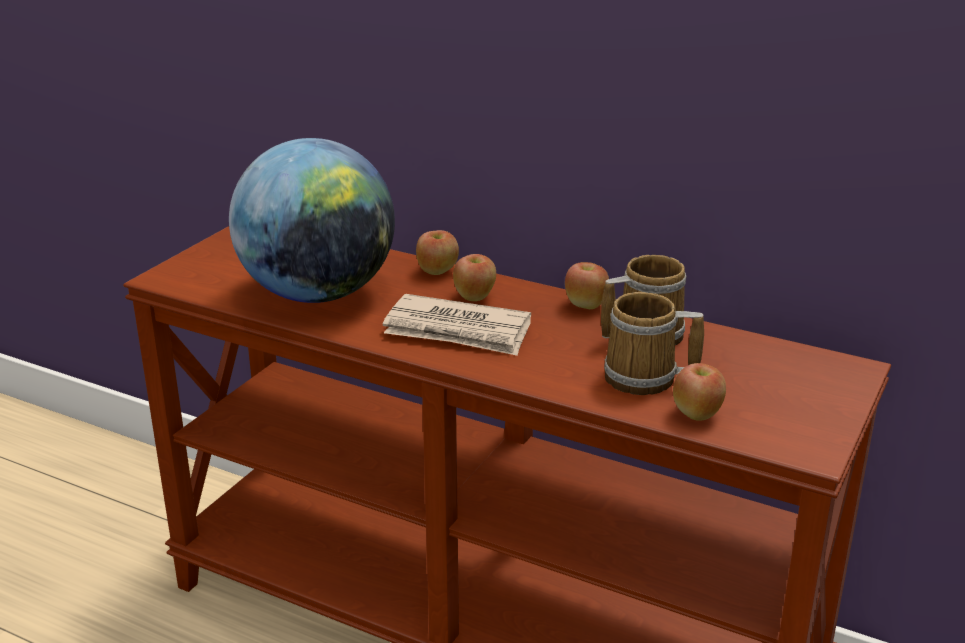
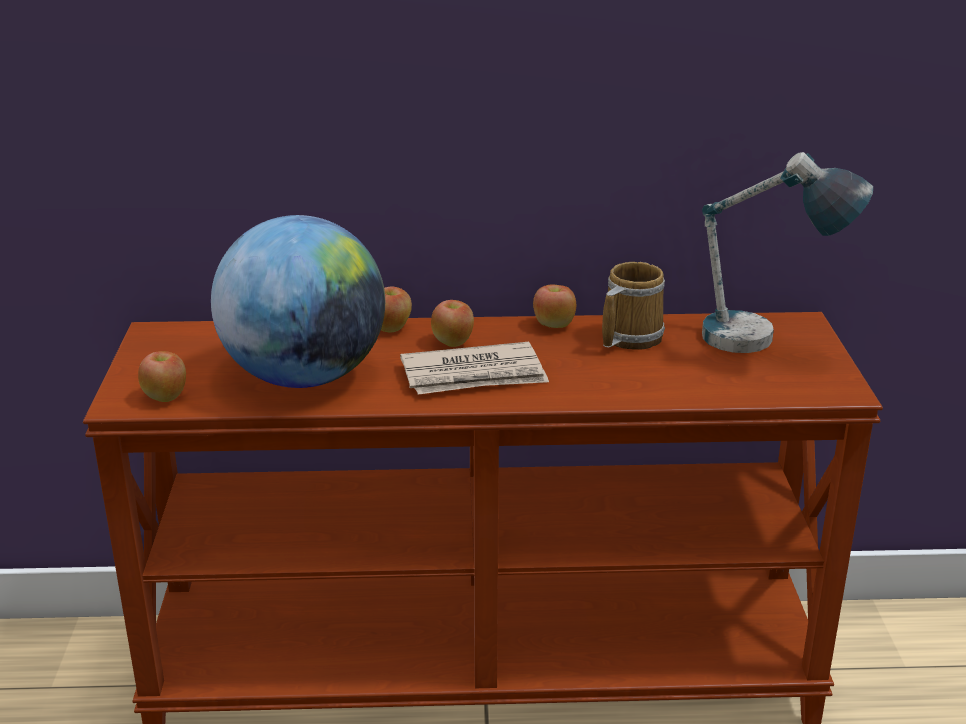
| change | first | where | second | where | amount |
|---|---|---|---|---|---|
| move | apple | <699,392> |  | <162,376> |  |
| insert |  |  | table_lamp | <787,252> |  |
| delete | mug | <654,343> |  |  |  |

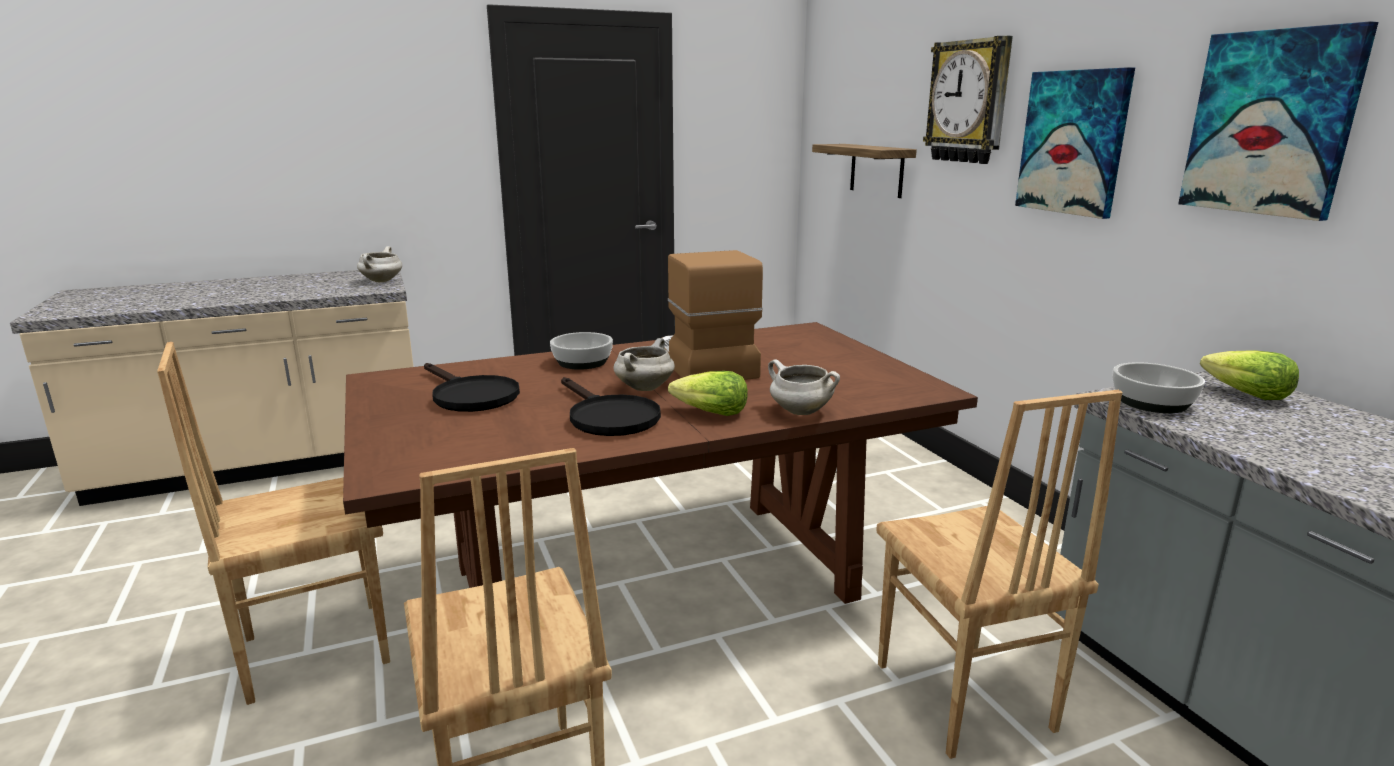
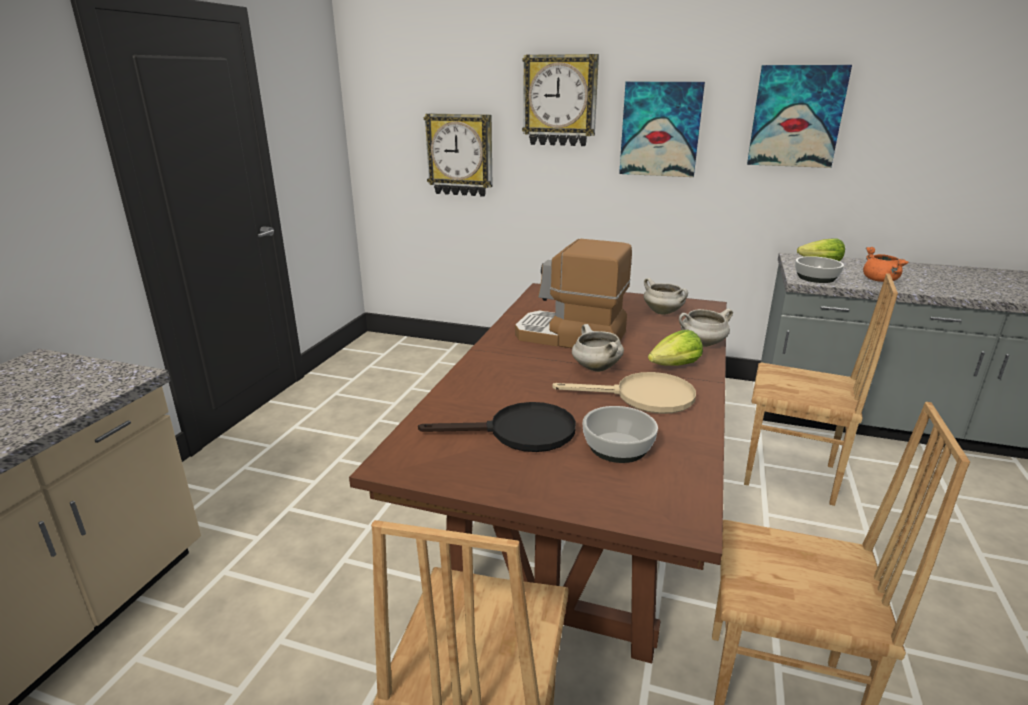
| change | first | where | second | where | amount |
|---|---|---|---|---|---|
| replace | shelf | <864,171> | wall_clock | <458,155> |  |
| recolor | black_frying_pan | <611,406> | beige_frying_pan | <624,393> |  |
| move | bowl | <581,351> |  | <620,434> |  |
| move | white_cooking_pot | <379,264> |  | <666,296> |  |
| insert |  |  | orange_cooking_pot | <886,264> |  |

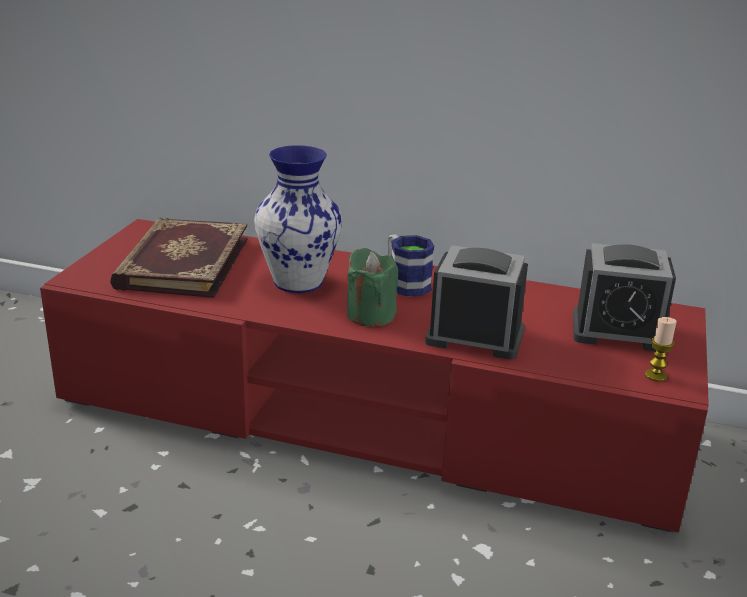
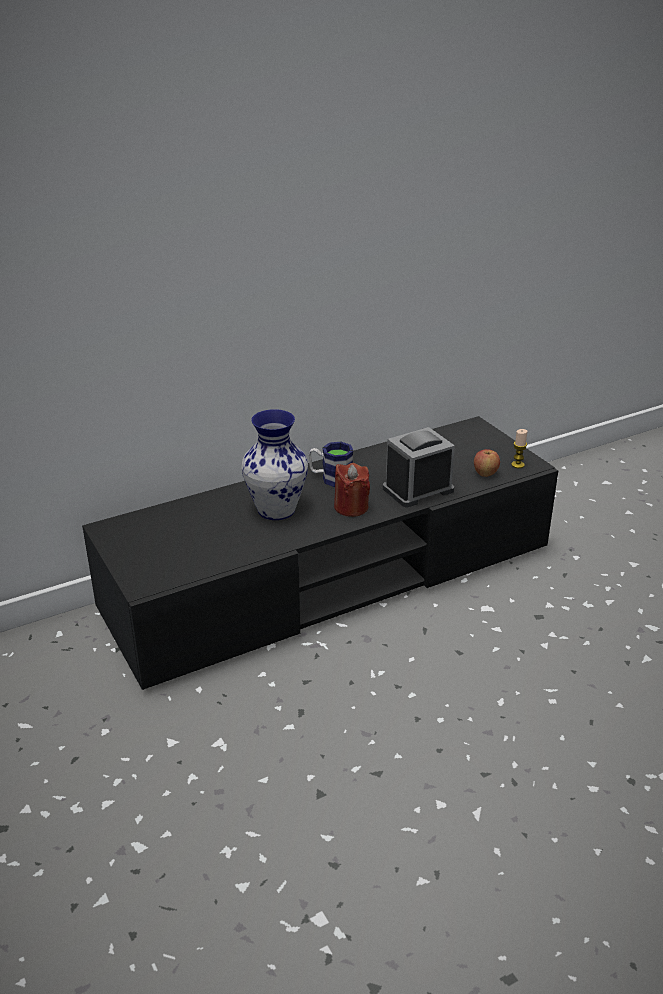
| change | first | where | second | where | amount |
|---|---|---|---|---|---|
| recolor | red_tv_stand | <374,376> | black_tv_stand | <320,553> |  |
| recolor | green_candle | <372,287> | red_candle | <352,490> |  |
| insert |  |  | apple | <487,463> |  |
| delete | book | <179,258> |  |  |  |
| delete | alarm_clock | <624,297> |  |  |  |

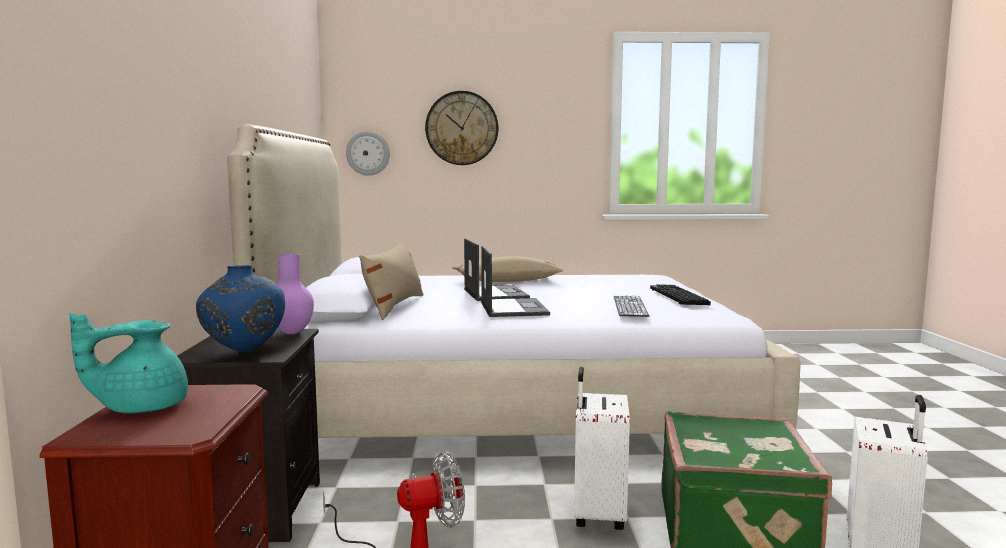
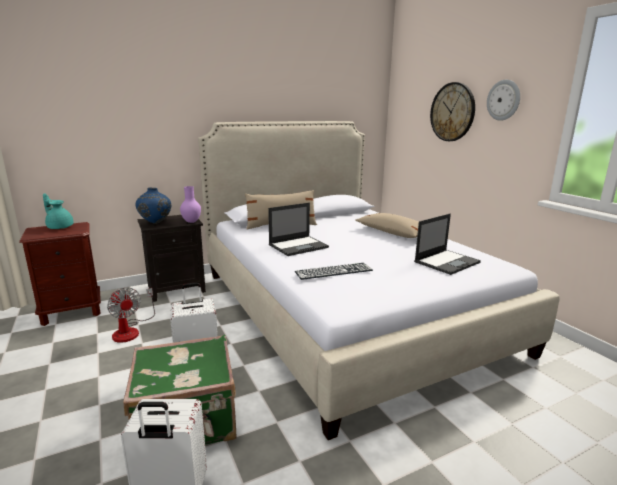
| change | first | where | second | where | amount |
|---|---|---|---|---|---|
| move | laptop | <497,269> |  | <447,244> |  |
| move | wall_clock | <368,153> |  | <503,100> |  |
| delete | keyboard | <680,294> |  |  |  |

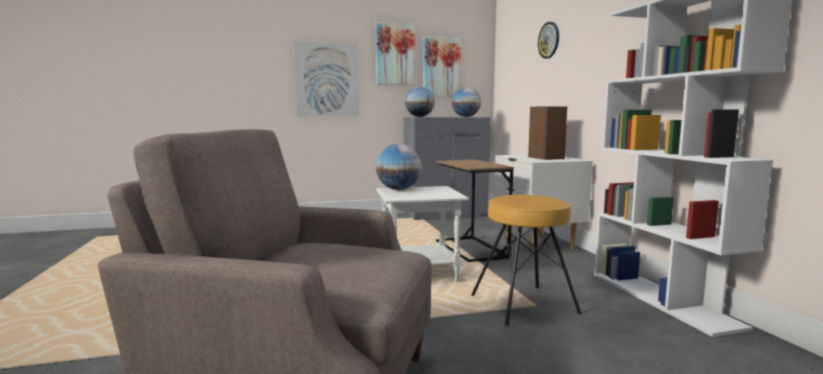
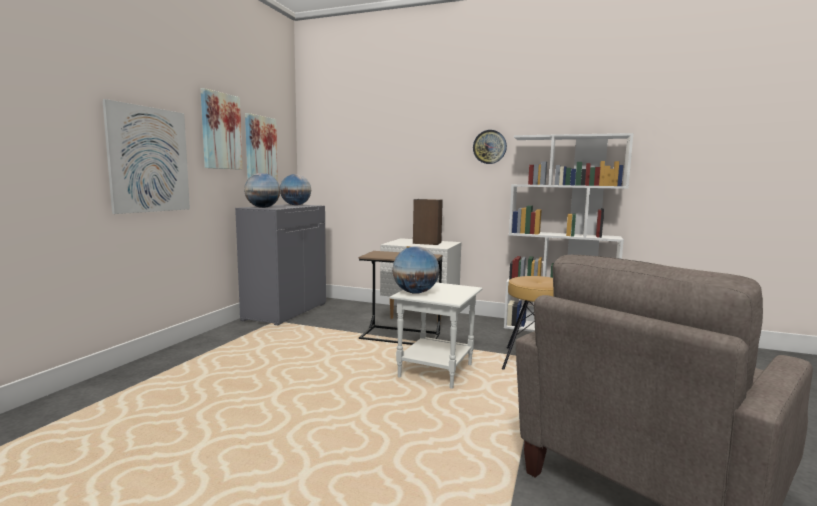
| change | first | where | second | where | amount |
|---|---|---|---|---|---|
| move | wall_clock | <548,40> |  | <490,147> |  |

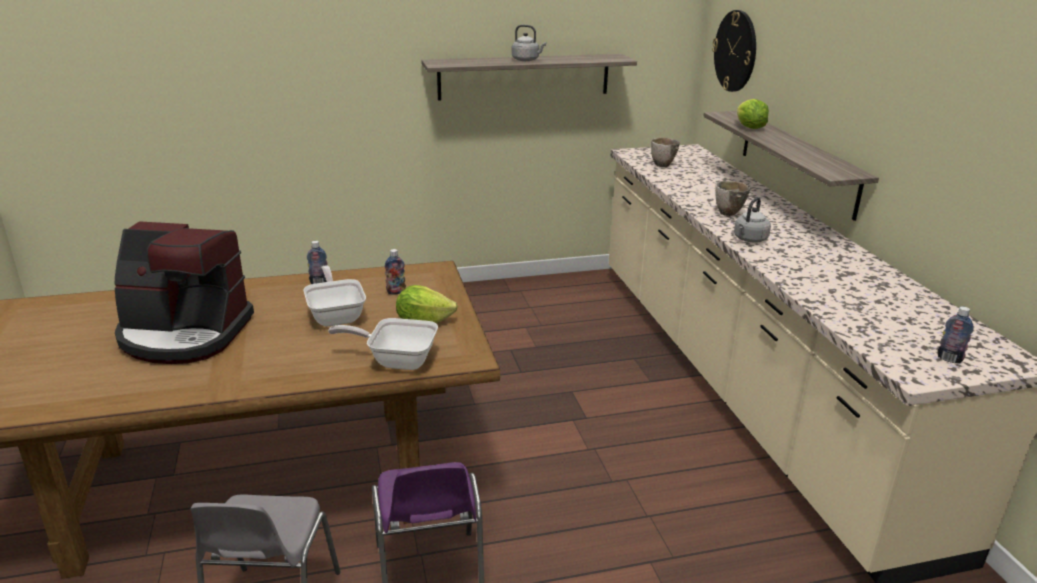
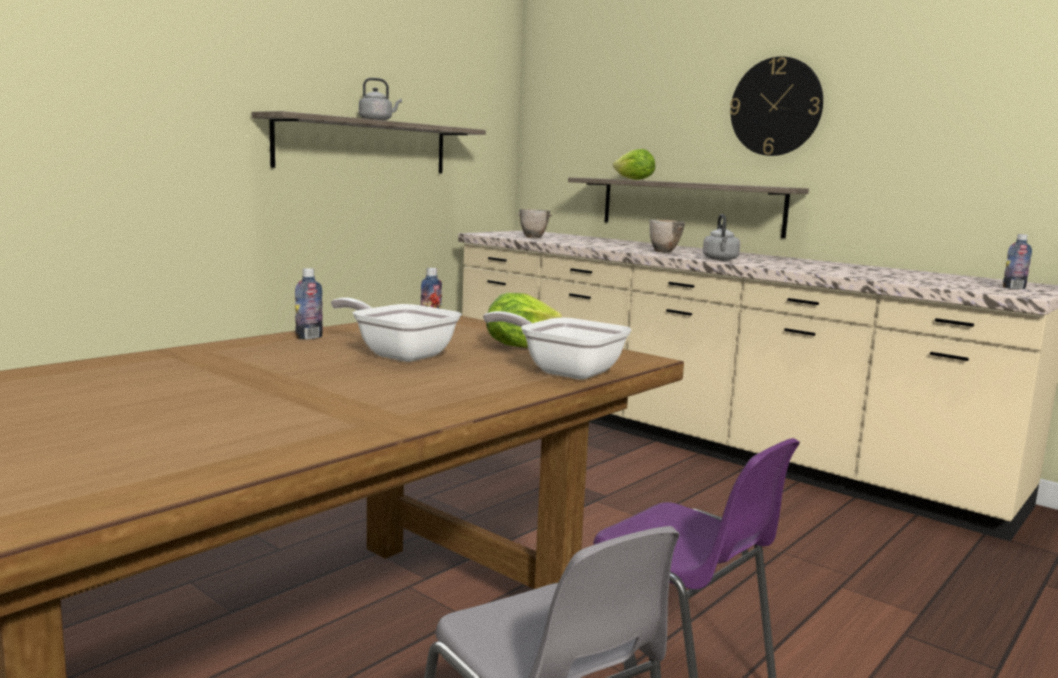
| change | first | where | second | where | amount |
|---|---|---|---|---|---|
| rotate | frying_pan | <383,344> |  | <557,345> | 60 degrees clockwise |
| move | wall_clock | <734,51> |  | <776,106> |  |
| delete | coffee_machine | <184,292> |  |  |  |

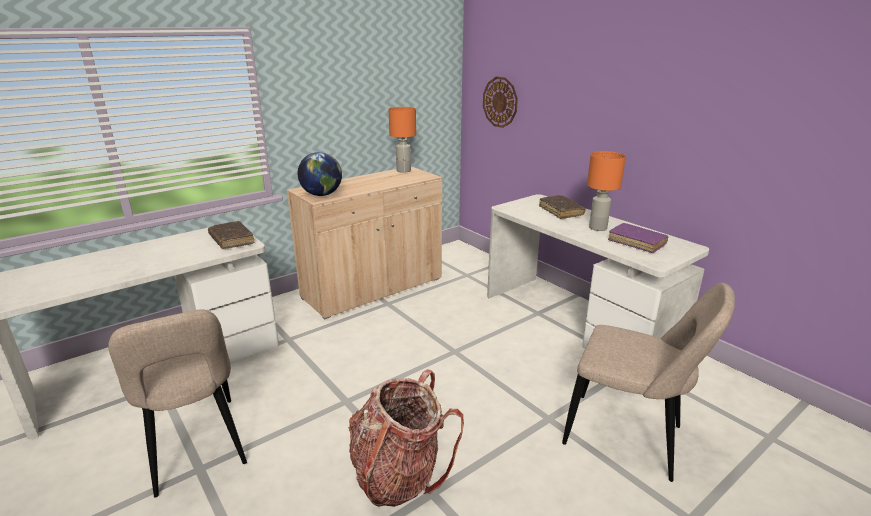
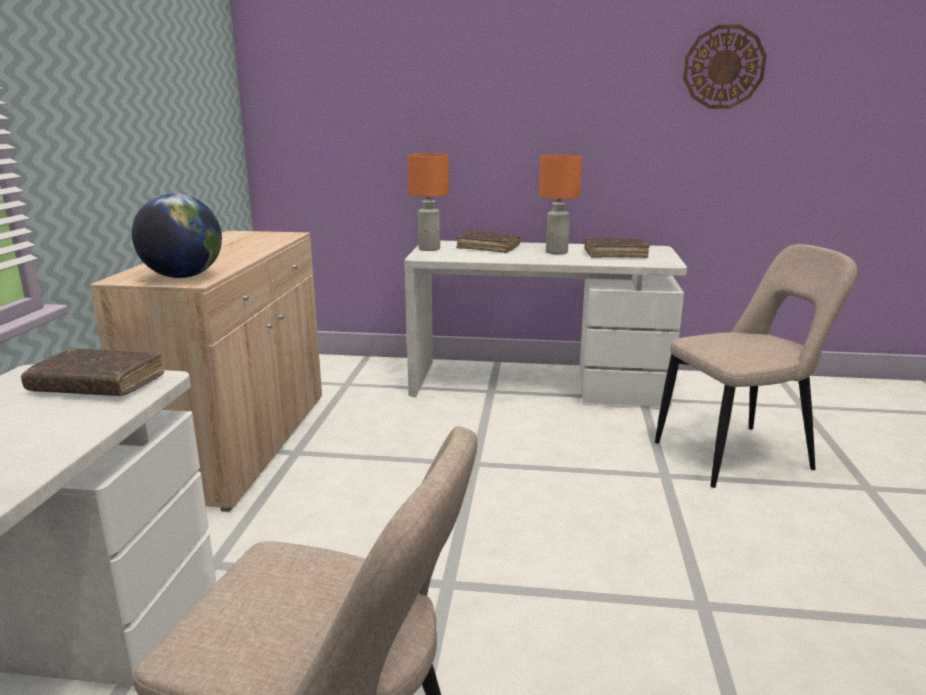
| change | first | where | second | where | amount |
|---|---|---|---|---|---|
| move | orange_table_lamp | <402,140> |  | <428,202> |  |
| recolor | purple_book | <638,238> | brown_book | <617,247> |  |
| move | wall_clock | <500,102> |  | <725,67> |  |
| delete | backpack | <406,438> |  |  |  |

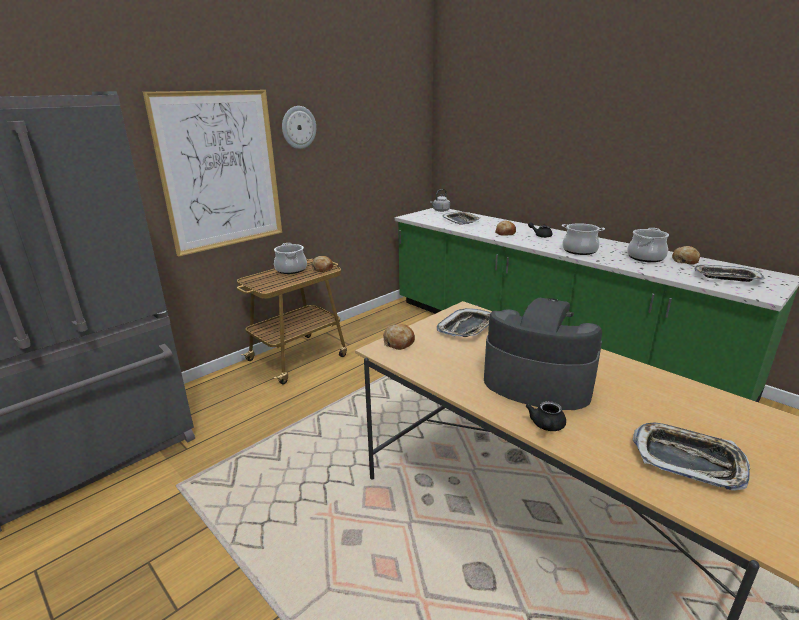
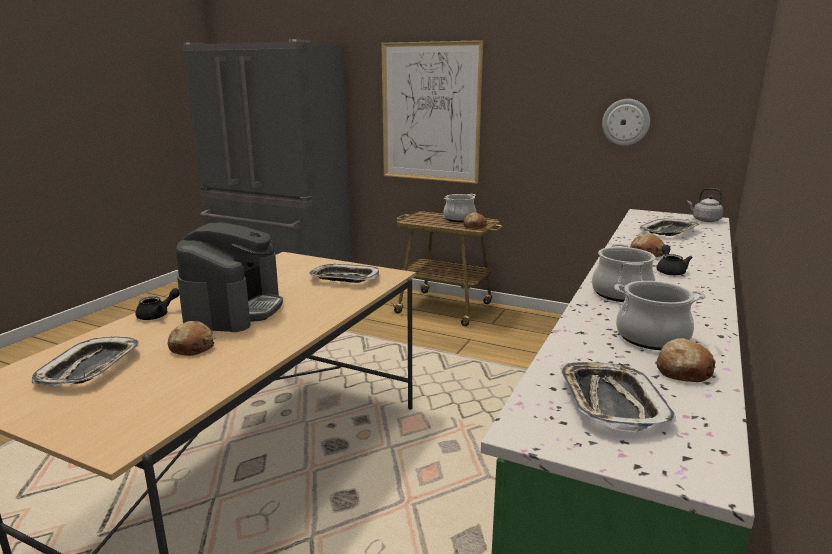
| change | first | where | second | where | amount |
|---|---|---|---|---|---|
| rotate | black_teapot | <546,416> |  | <157,304> | 135 degrees clockwise |
| move | bread | <399,337> |  | <191,338> |  |
| move | wall_clock | <299,127> |  | <626,122> |  |

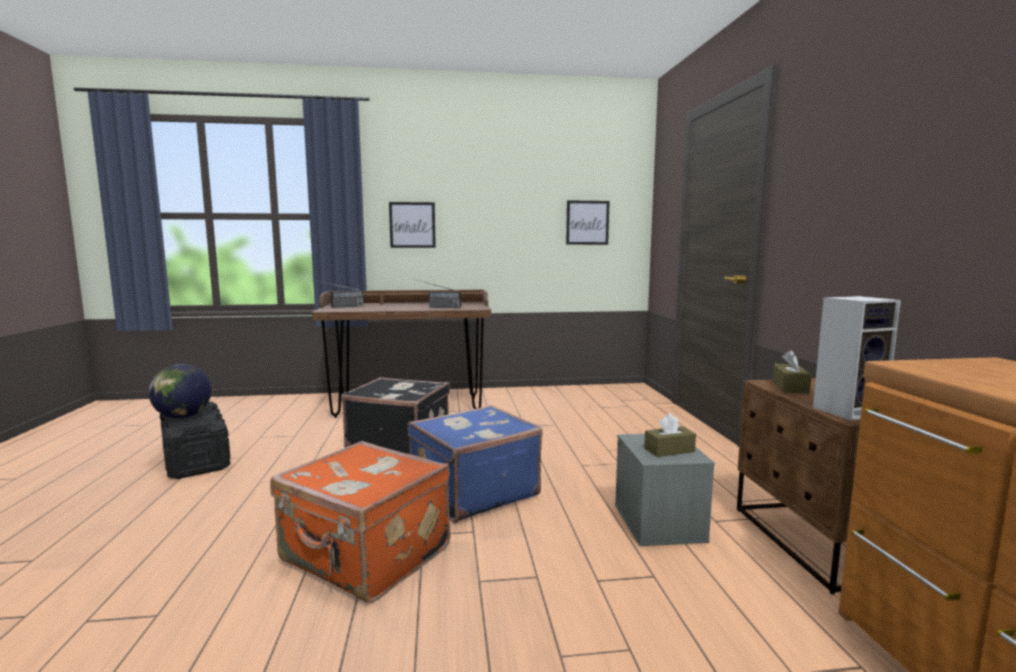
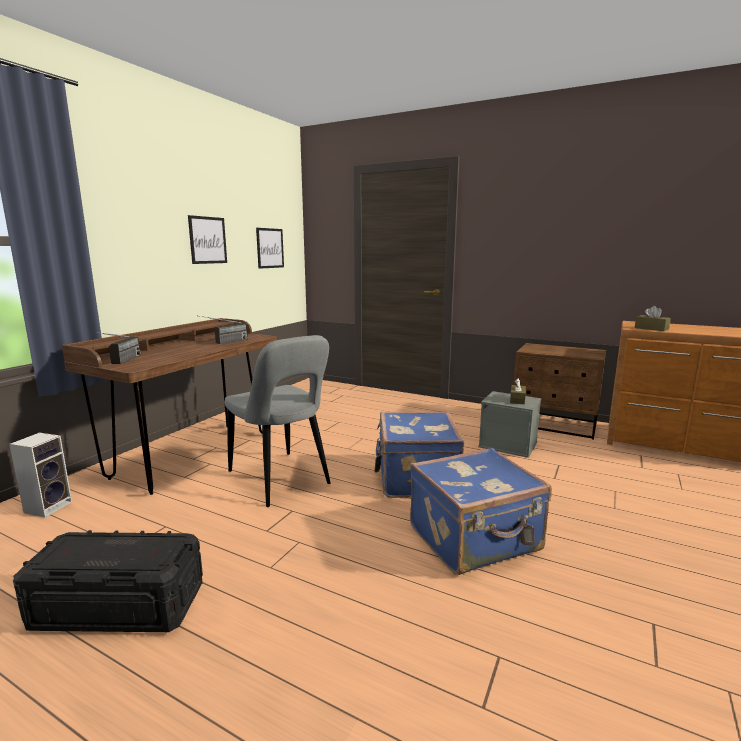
| change | first | where | second | where | amount |
|---|---|---|---|---|---|
| move | speaker | <857,358> |  | <40,475> |  |
| move | picture | <412,225> |  | <207,239> |  |
| replace | black_suitcase | <395,415> | grey_chair | <277,421> |  |
| recolor | orange_suitcase | <360,522> | blue_suitcase | <481,511> |  |
| move | brown_tissue_box | <792,372> |  | <653,318> |  |
| delete | globe | <180,391> |  |  |  |

